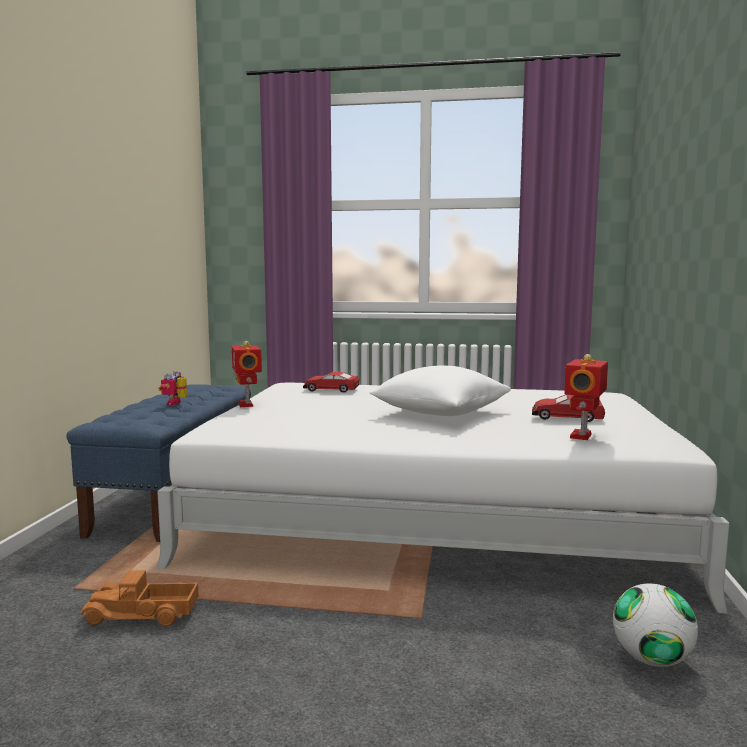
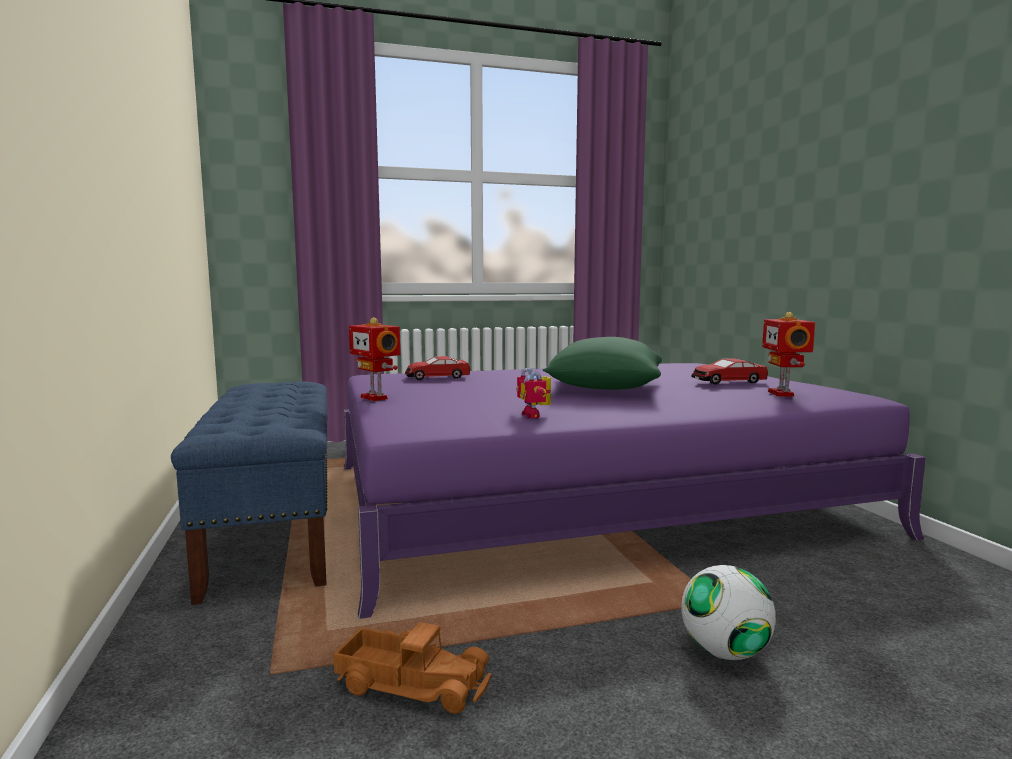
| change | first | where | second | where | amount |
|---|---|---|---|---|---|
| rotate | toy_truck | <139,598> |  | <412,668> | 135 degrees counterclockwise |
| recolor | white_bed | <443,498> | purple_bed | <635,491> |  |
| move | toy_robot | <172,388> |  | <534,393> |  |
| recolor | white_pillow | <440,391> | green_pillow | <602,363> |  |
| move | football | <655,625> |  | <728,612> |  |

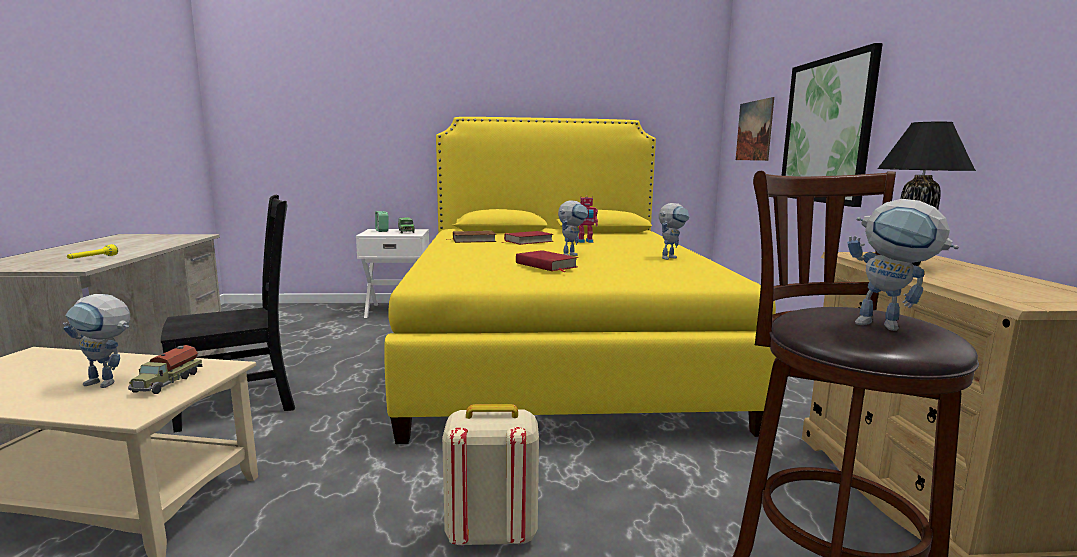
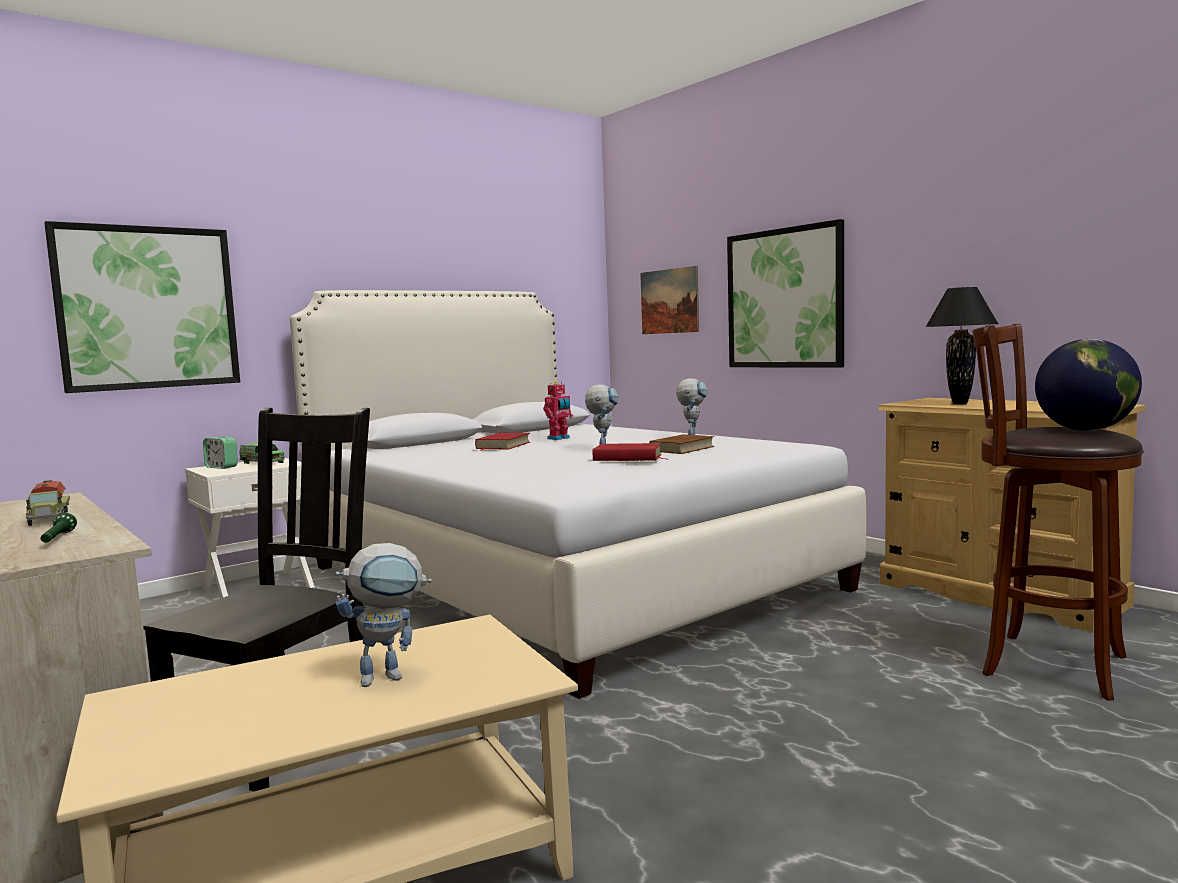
| change | first | where | second | where | amount |
|---|---|---|---|---|---|
| move | toy_truck | <165,369> |  | <48,503> |  |
| recolor | yellow_flashlight | <92,251> | green_flashlight | <59,528> |  |
| insert |  |  | picture | <142,307> |  |
| recolor | yellow_bed | <580,280> | white_bed | <578,494> |  |
| move | brown_book | <472,237> |  | <681,444> |  |
| replace | toy_robot | <903,265> | globe | <1088,385> |  |
| delete | beige_backpack | <490,475> |  |  |  |

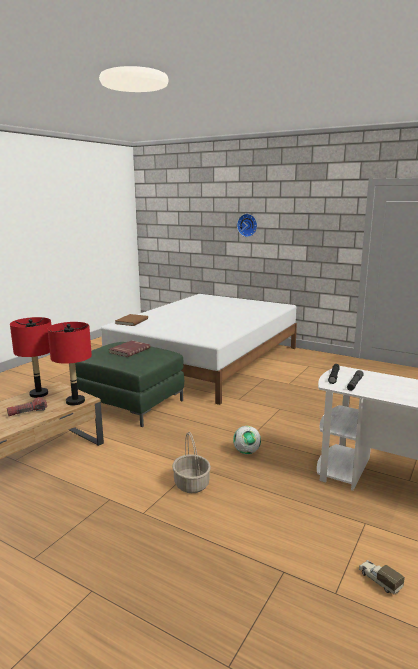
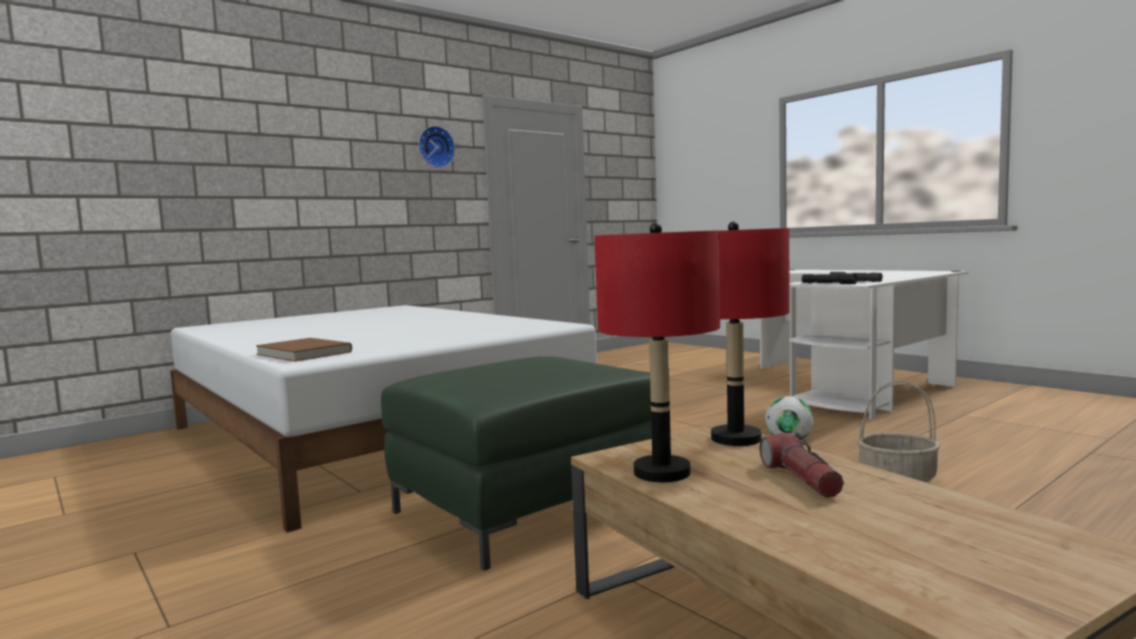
| change | first | where | second | where | amount |
|---|---|---|---|---|---|
| move | wall_clock | <247,225> |  | <436,147> |  |
| delete | red_book | <129,348> |  |  |  |
| delete | toy_truck | <382,577> |  |  |  |

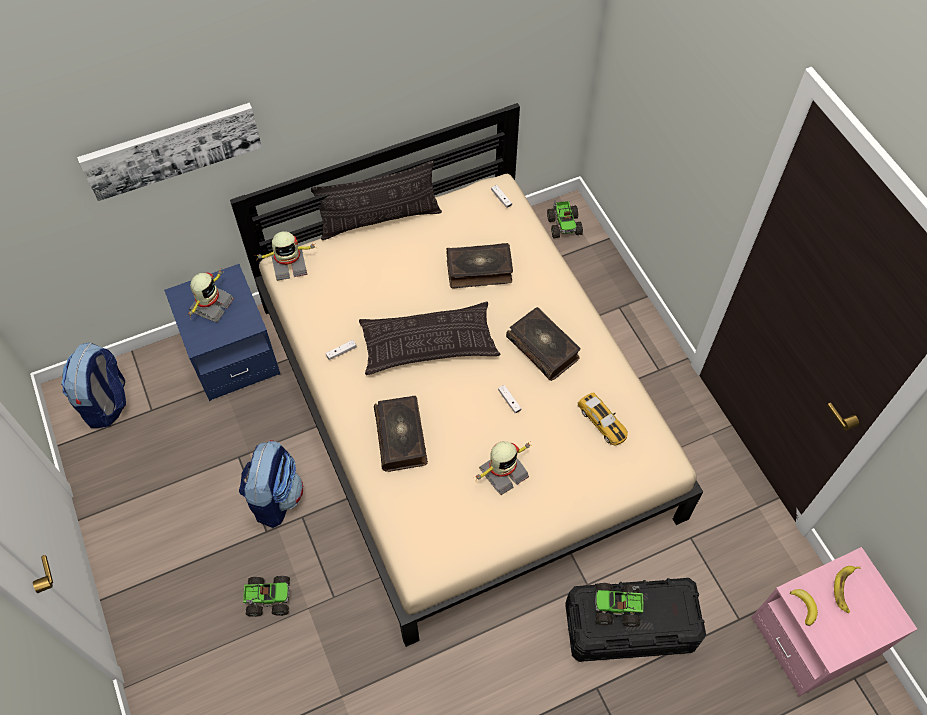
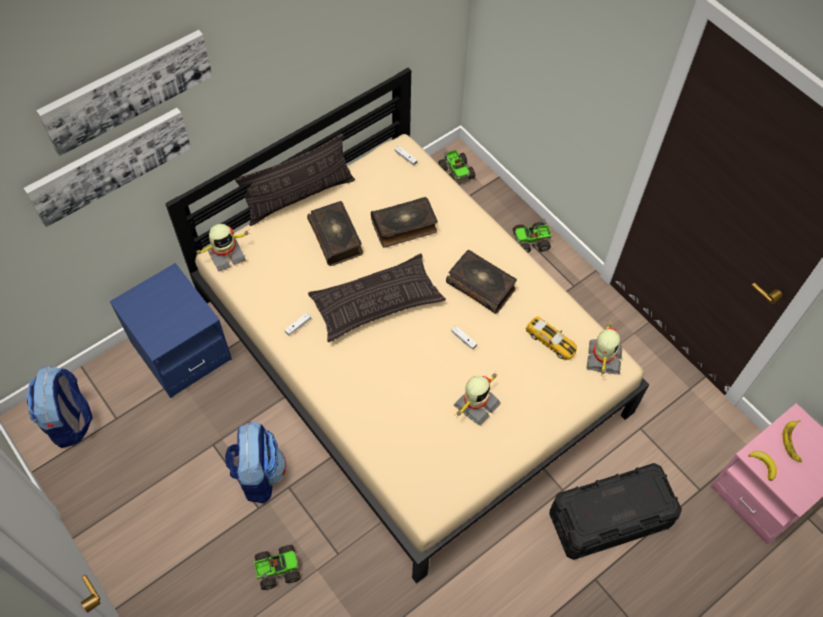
| change | first | where | second | where | amount |
|---|---|---|---|---|---|
| insert |  |  | picture | <124,93> |  |
| move | book | <401,434> |  | <335,233> |  |
| move | toy_truck | <619,605> |  | <532,235> |  |
| move | toy_robot | <210,295> |  | <604,348> |  |

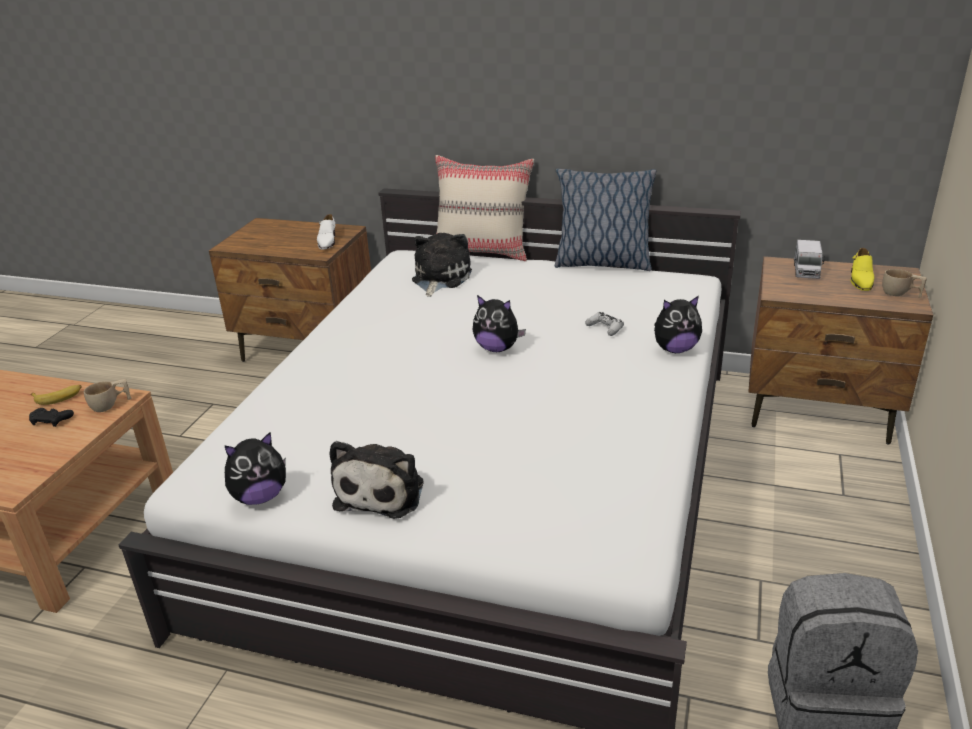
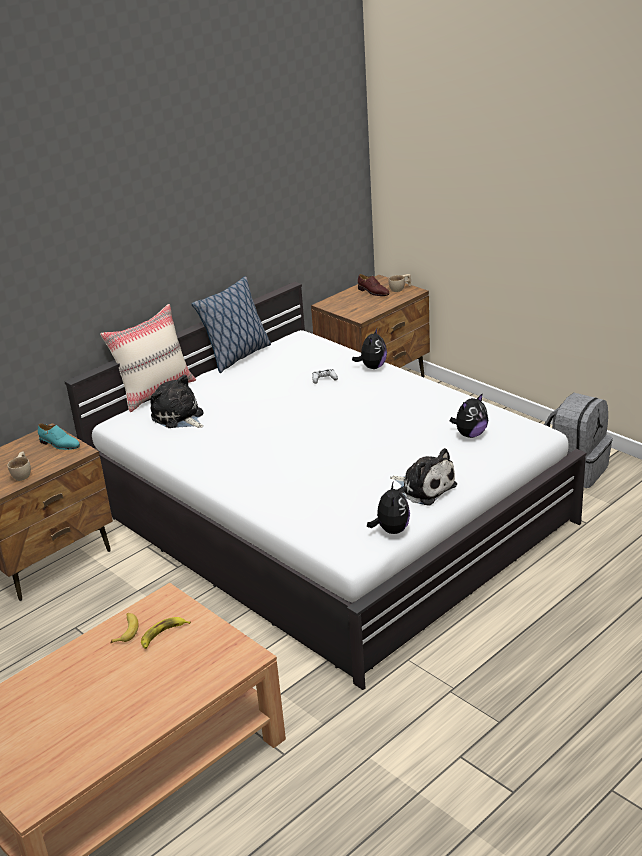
| change | first | where | second | where | amount |
|---|---|---|---|---|---|
| move | beige_cup | <108,395> |  | <19,466> |  |
| recolor | white_shoe | <326,232> | turquoise_shoe | <59,436> |  |
| replace | black_game_controller | <51,417> | banana | <166,633> |  |
| recolor | yellow_shoe | <862,269> | brown_shoe | <373,285> |  |
| move | plush_toy | <499,323> |  | <468,415> |  |
| delete | toy_truck | <809,259> |  |  |  |

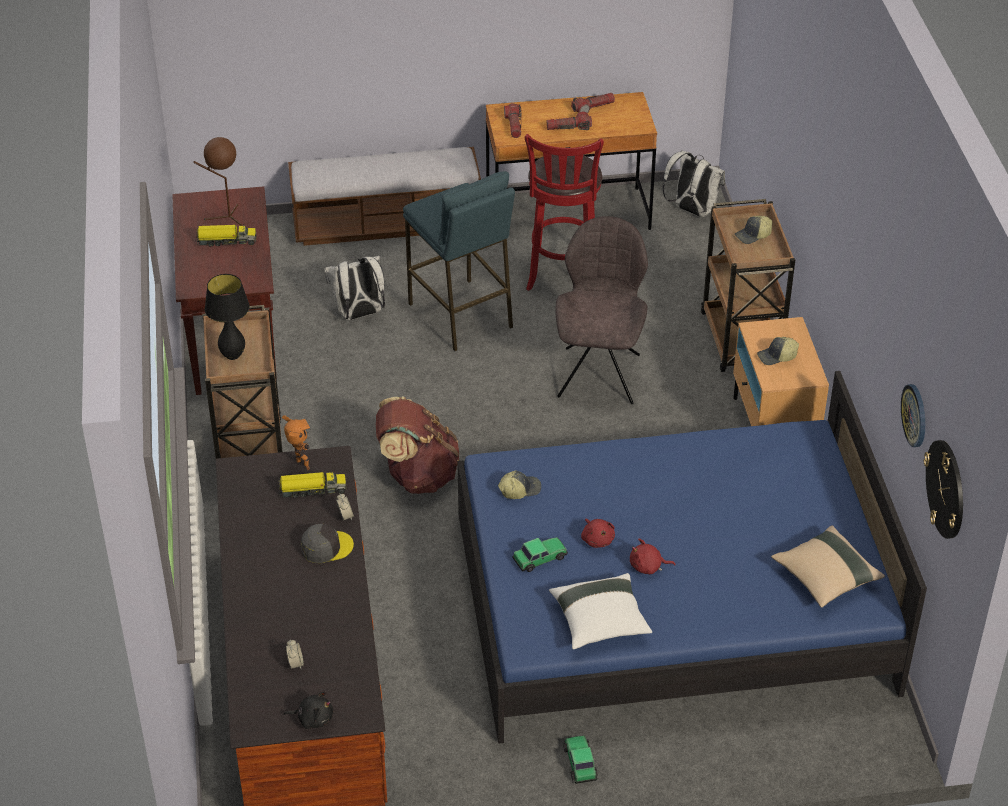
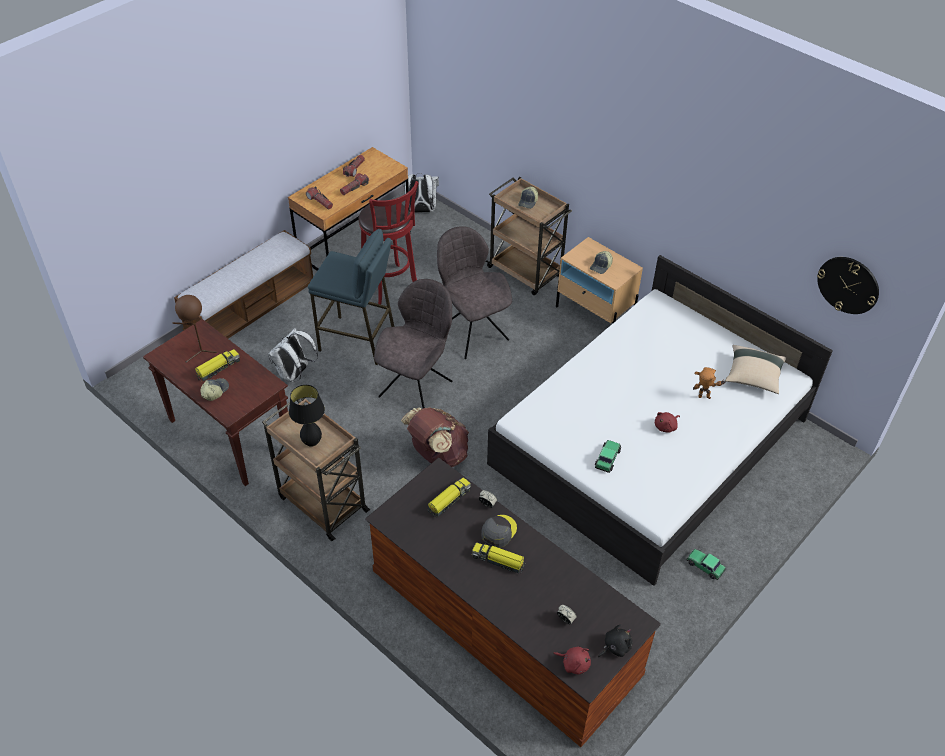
| change | first | where | second | where | amount |
|---|---|---|---|---|---|
| move | cap | <519,484> |  | <214,389> |  |
| insert |  |  | grey_chair | <413,343> |  |
| insert |  |  | toy_truck | <499,557> |  |
| recolor | blue_bed | <692,557> | white_bed | <660,420> |  |
| move | red_plush_toy | <598,533> |  | <572,660> |  |
| move | toy_robot | <296,442> |  | <709,383> |  |
| delete | white_pillow | <600,611> |  |  |  |
| delete | wall_clock | <913,415> |  |  |  |

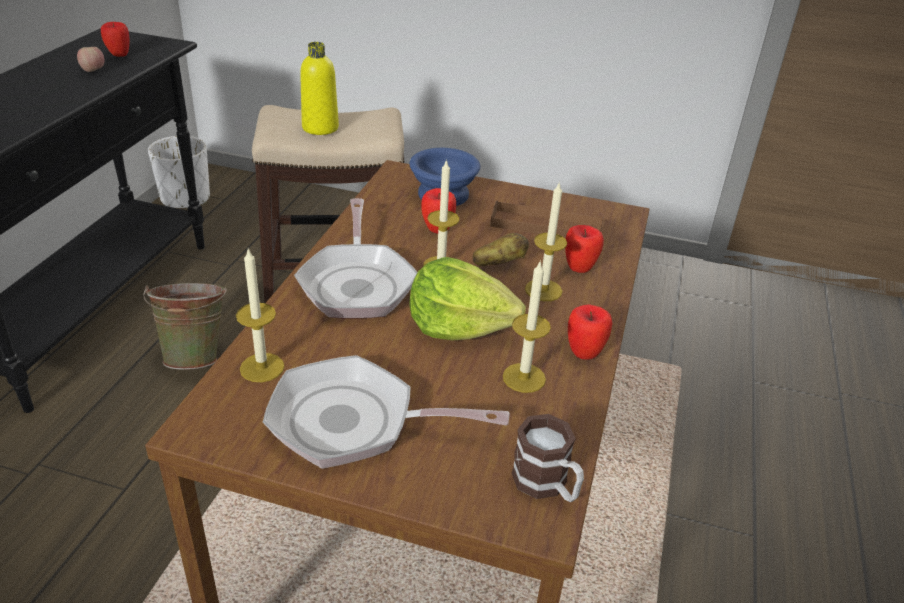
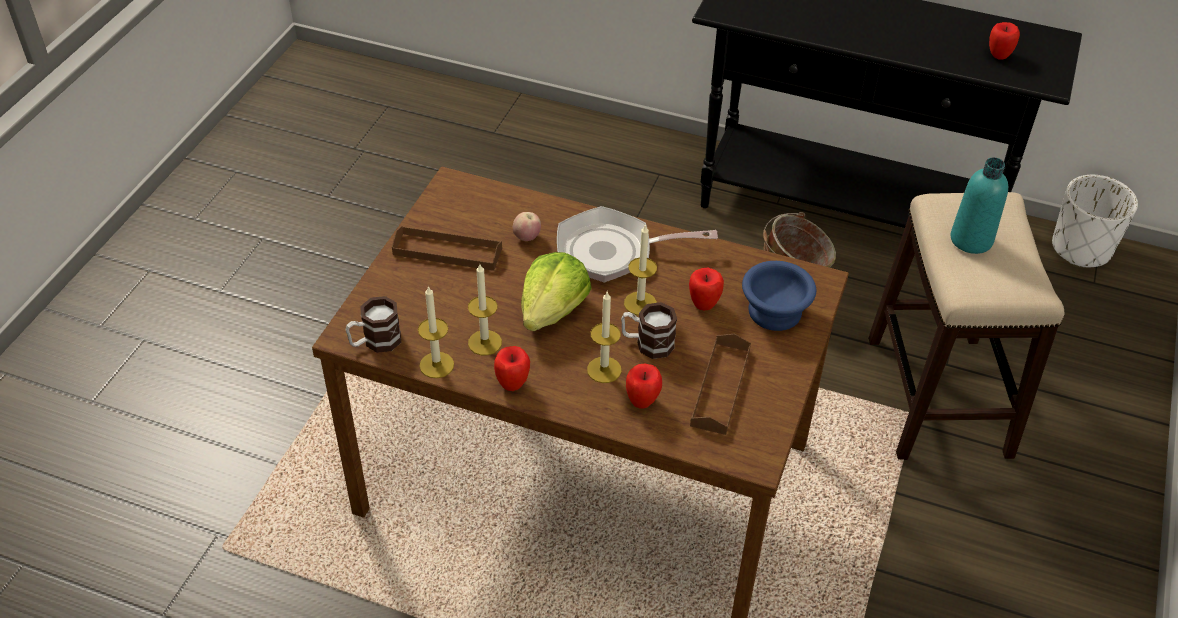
| change | first | where | second | where | amount |
|---|---|---|---|---|---|
| replace | frying_pan | <386,412> | brown_tray | <447,248> |  |
| move | candle | <260,315> |  | <436,331> |  |
| move | apple | <91,59> |  | <527,226> |  |
| replace | potato | <501,249> | mug | <649,330> |  |
| recolor | yellow_bottle | <319,88> | turquoise_bottle | <979,205> |  |

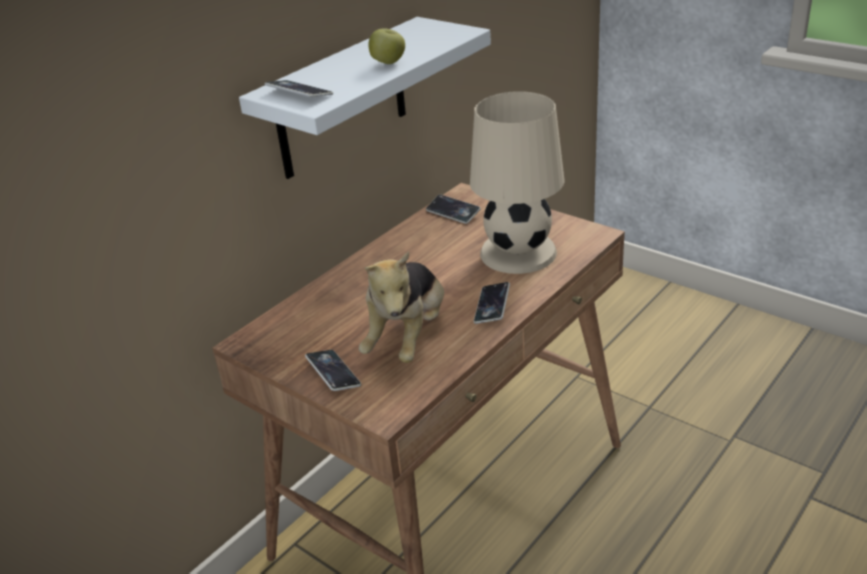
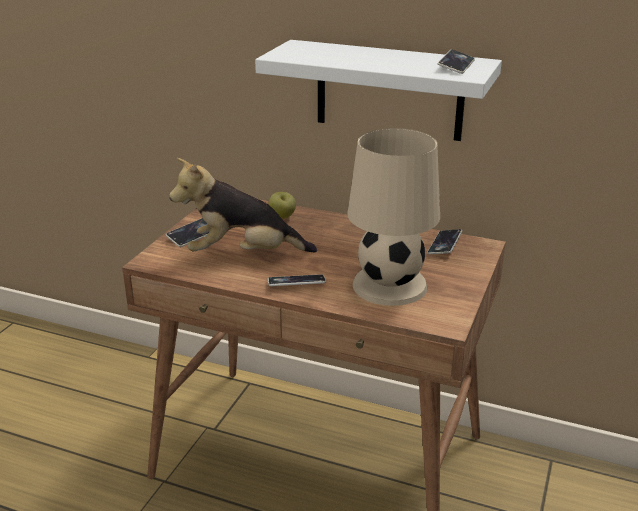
| change | first | where | second | where | amount |
|---|---|---|---|---|---|
| move | apple | <386,46> |  | <282,205> |  |
| move | phone | <299,88> |  | <456,62> |  |

